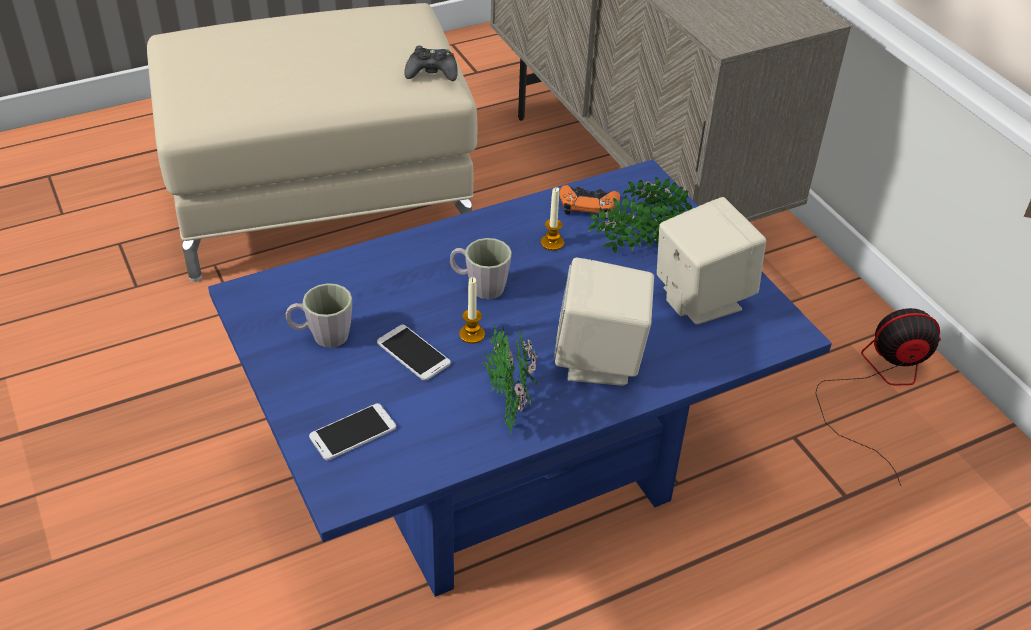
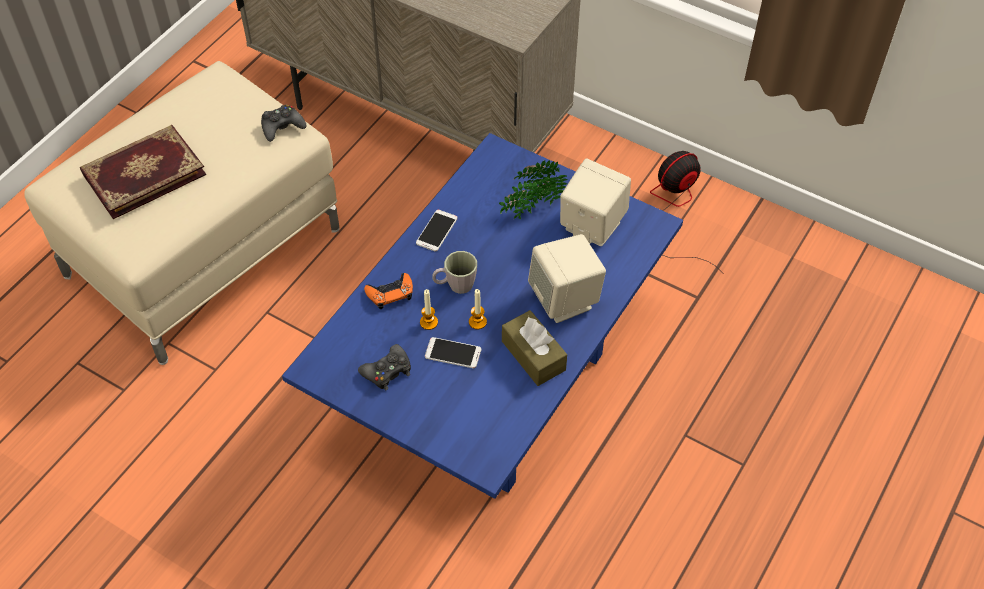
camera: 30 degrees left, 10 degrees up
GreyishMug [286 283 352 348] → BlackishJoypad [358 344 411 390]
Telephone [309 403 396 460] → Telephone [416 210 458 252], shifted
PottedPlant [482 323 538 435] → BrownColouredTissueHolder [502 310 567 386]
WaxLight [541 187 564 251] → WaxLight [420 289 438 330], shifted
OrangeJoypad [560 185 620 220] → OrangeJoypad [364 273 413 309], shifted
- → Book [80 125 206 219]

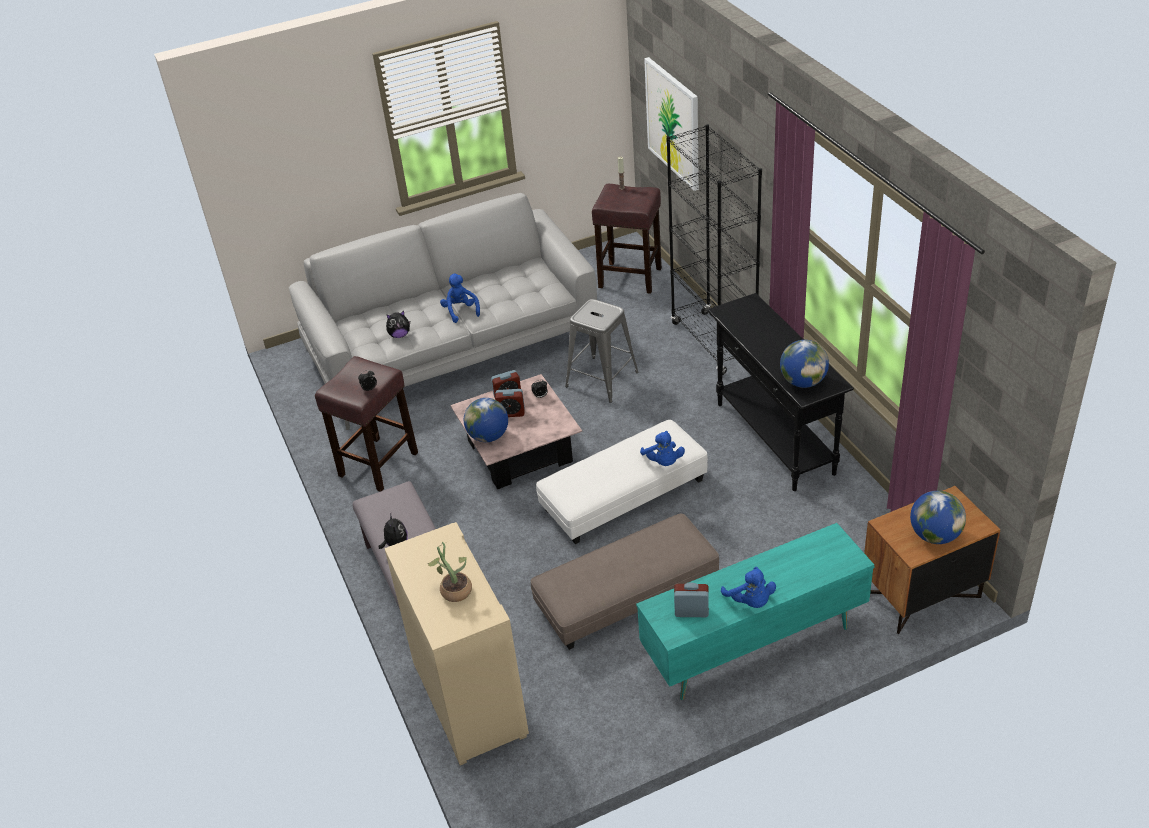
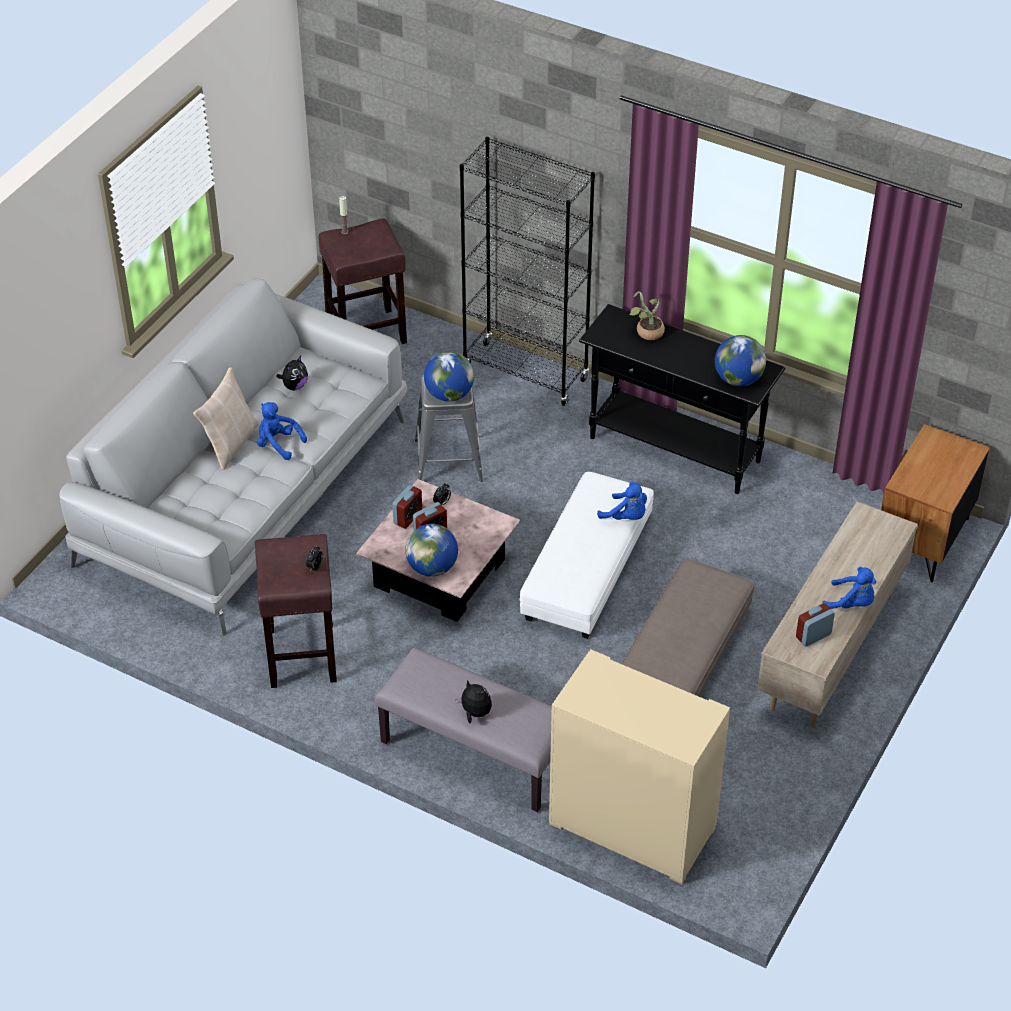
camera: 40 degrees left, 5 degrees up
CuddlyToy [386 311 410 338] → CuddlyToy [276 356 308 390], shifted
PottedPlant [428 542 472 602] → PottedPlant [629 291 665 340], shifted
TurquoiseColouredMediaConsole [636 523 875 700] → BeigeMediaConsole [757 501 918 728]
Picture [644 57 699 191] → -
Globe [910 491 966 544] → Globe [424 351 474 402], shifted
- → BeigeCushion [193 368 259 470]

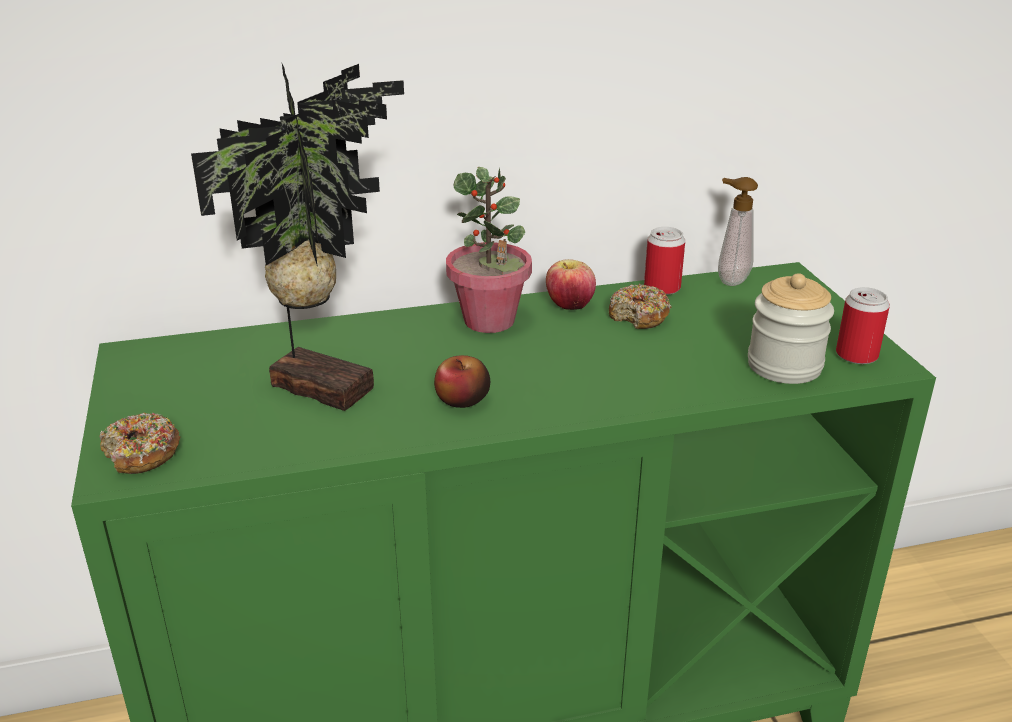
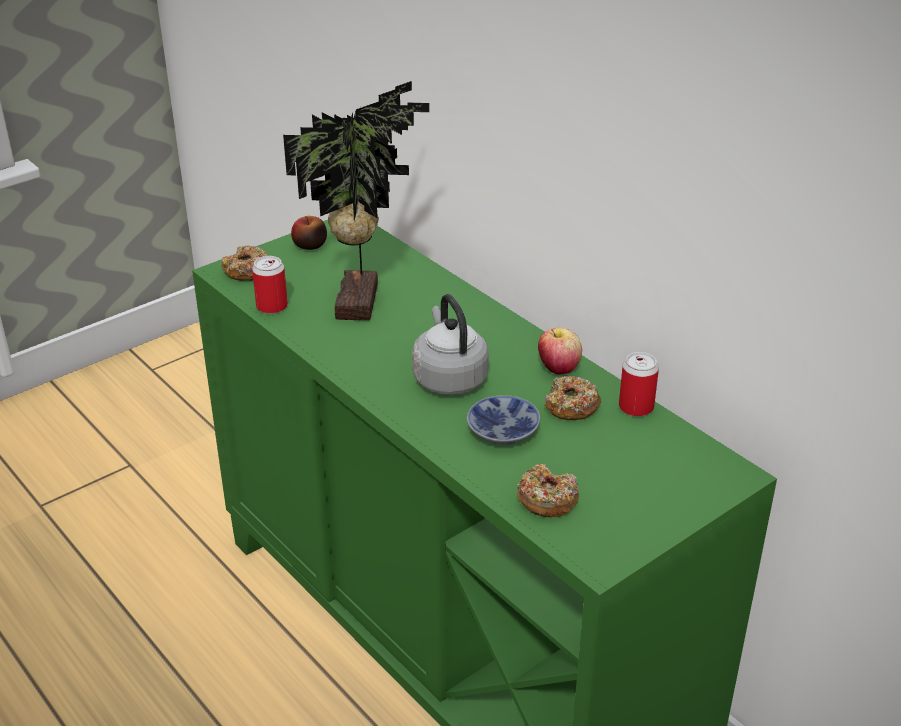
camera: 65 degrees right, 5 degrees up
WholeApple [434 355 490 408] → WholeApple [291 216 327 250], shifted
PottedPlant [446 167 532 333] → -
SoapBottle [718 177 758 286] → -
PreserveJar [748 273 834 384] → RingDoughnut [517 464 579 518]
MetalCan [836 287 890 364] → MetalCan [252 256 288 314], shifted
- → GreyishTeaKettle [412 294 489 395]
- → ServingBowl [467 395 540 444]

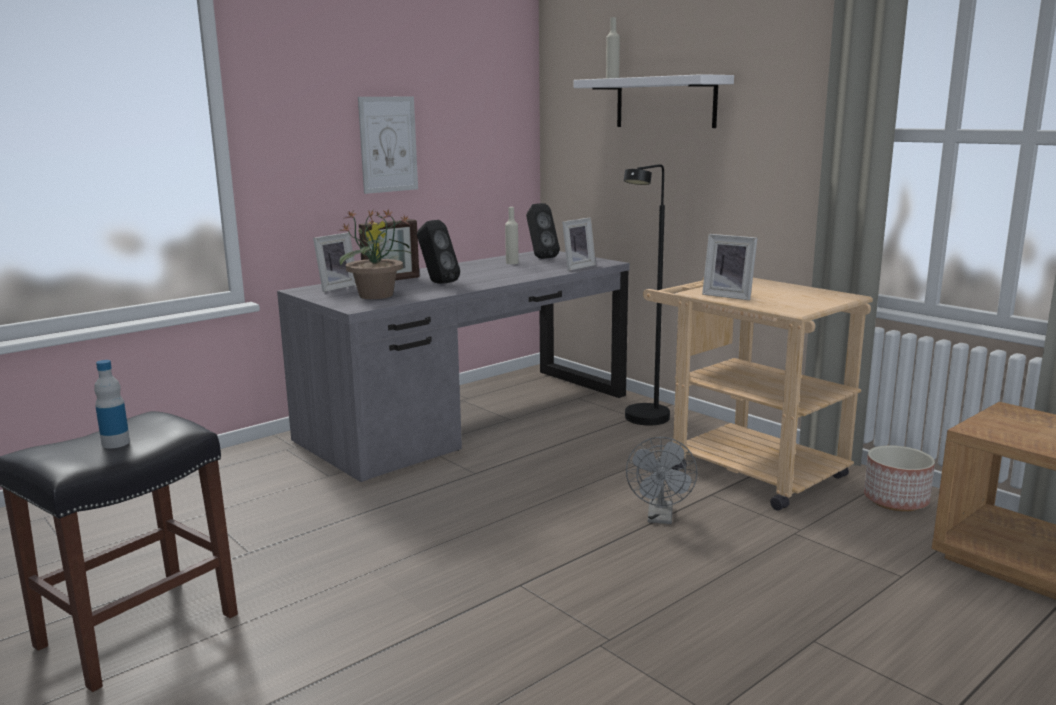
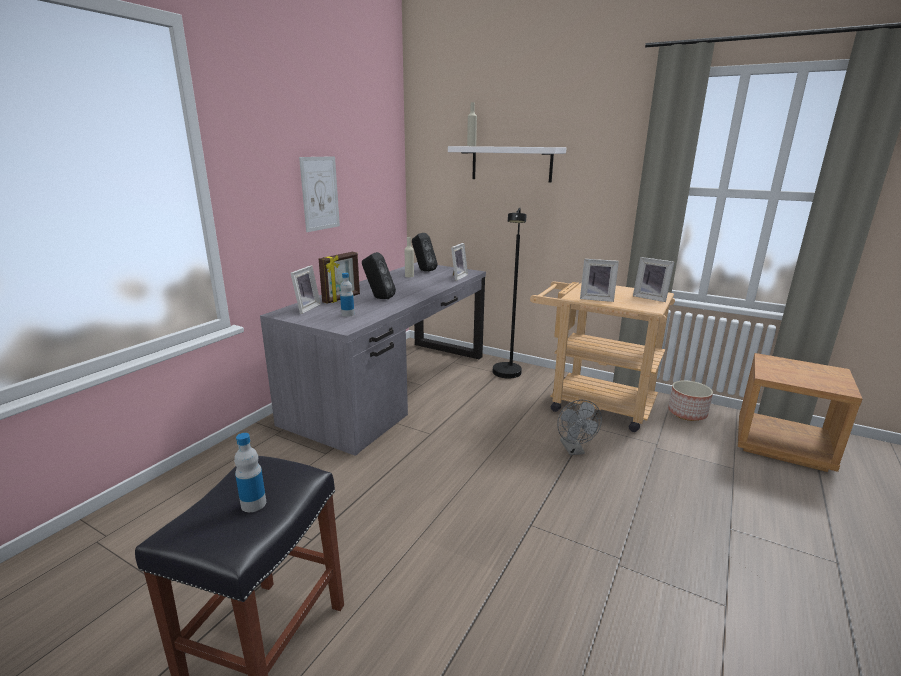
camera: 20 degrees left, 5 degrees up
PottedPlant [338 208 412 299] → DrinkBottle [340 273 354 317]
- → StandingFrame [633 257 674 302]

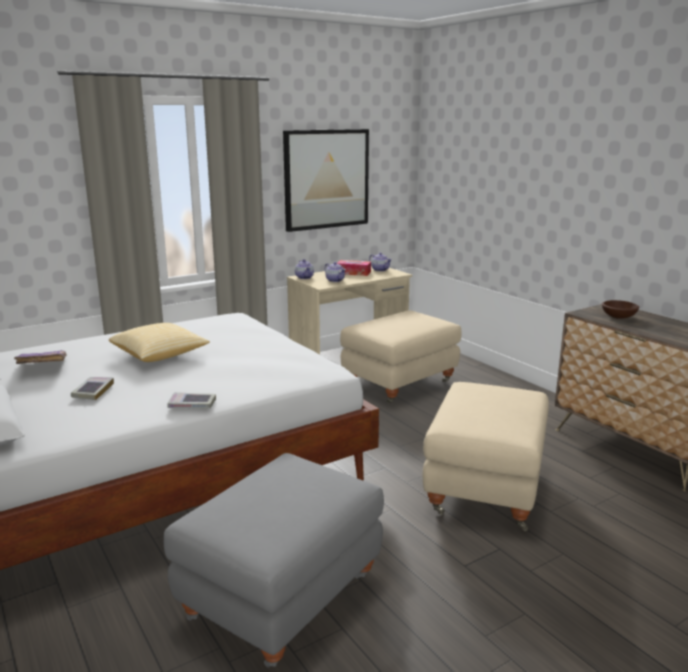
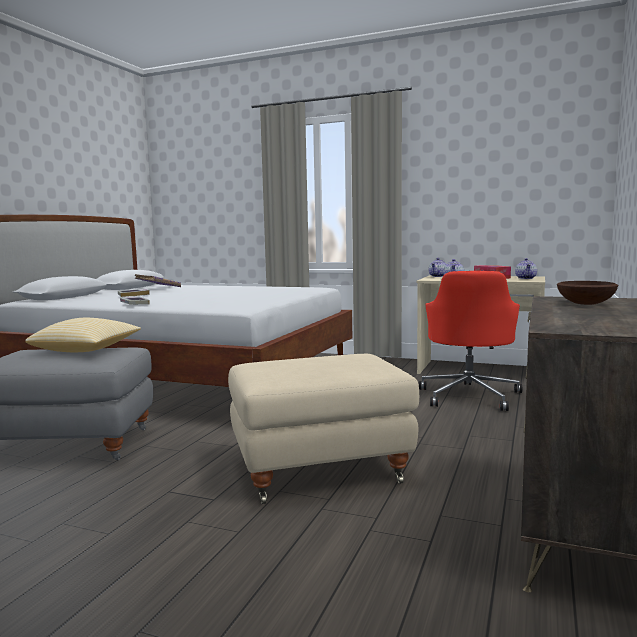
camera: 55 degrees right, 10 degrees down
Cushion [109 323 210 362] → Cushion [25 318 141 352], shifted
Picture [283 129 369 232] → -
BeigePouffe [340 310 462 404] → RedColouredOfficeChair [419 271 522 411]

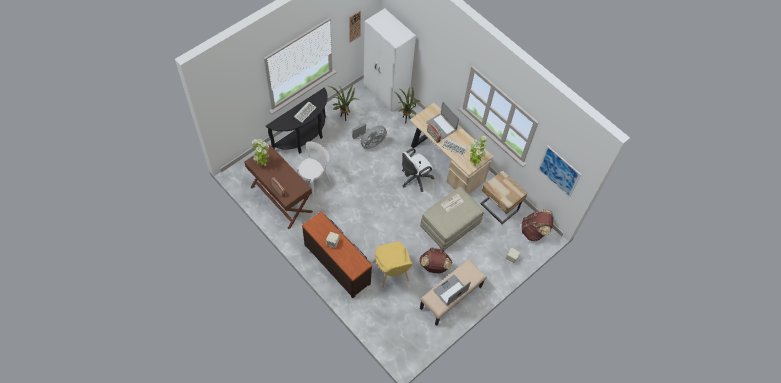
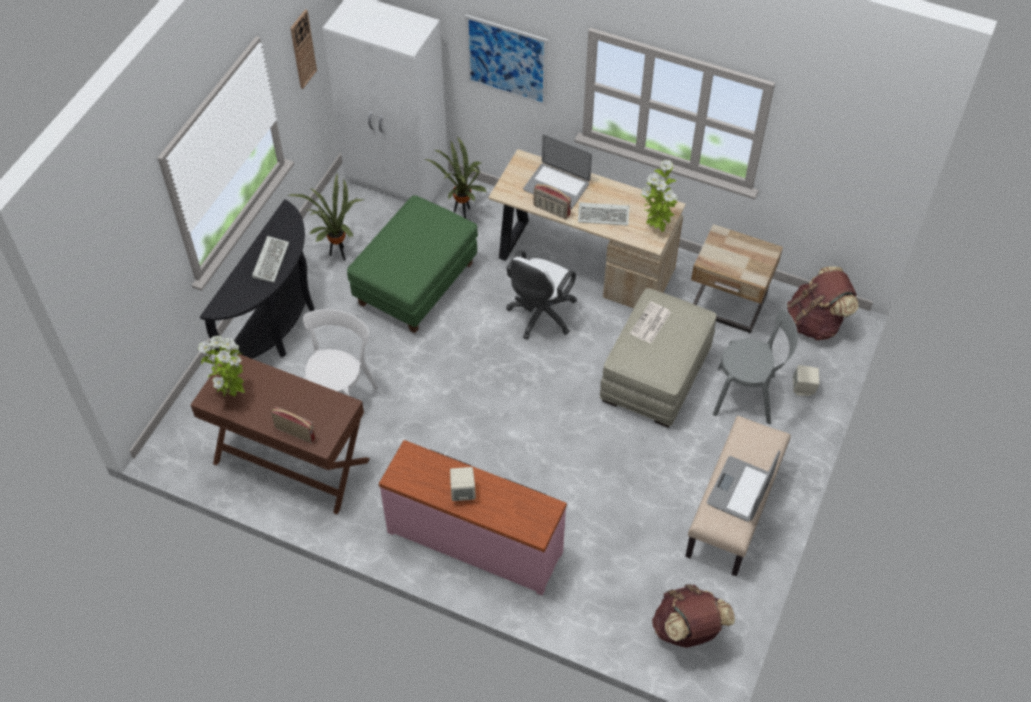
camera: 20 degrees left, 5 degrees down
BrownColouredDresser [302 212 372 298] → PinkColouredDresser [379 440 567 595]
GreyishFan [352 123 387 149] → GreenishPouffe [347 195 478 333]
YellowColouredChair [373 241 413 288] → -
BrownColouredRucksack [419 248 452 274] → BrownColouredRucksack [652 584 735 648], shifted
Picture [538 145 581 198] → Picture [465 15 548 106], shifted
- → GreyishChair [713 309 798 424]

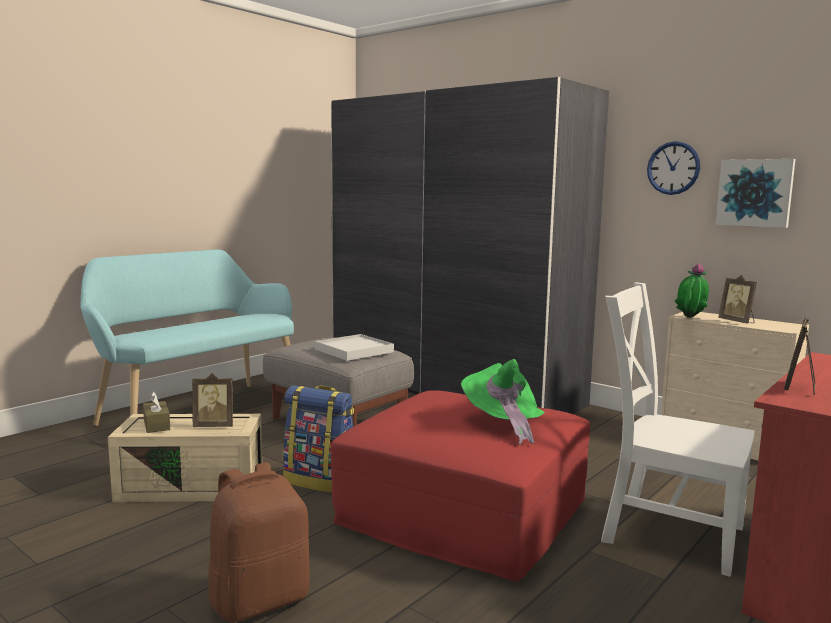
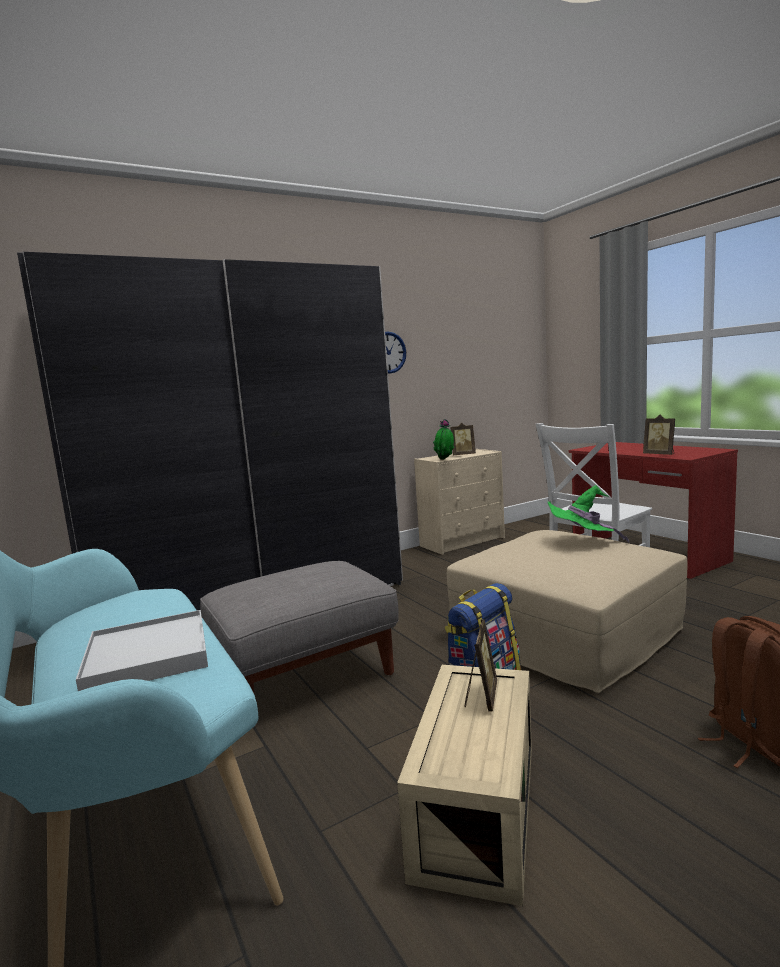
camera: 70 degrees left, 0 degrees up
BrownColouredTissueHolder [143 391 170 433] → -
WhitishCarryingTray [315 334 394 361] → WhitishCarryingTray [76 610 208 691], shifted
RedColouredPouffe [331 390 590 582] → BeigePouffe [447 530 687 693]
Picture [716 159 796 228] → -

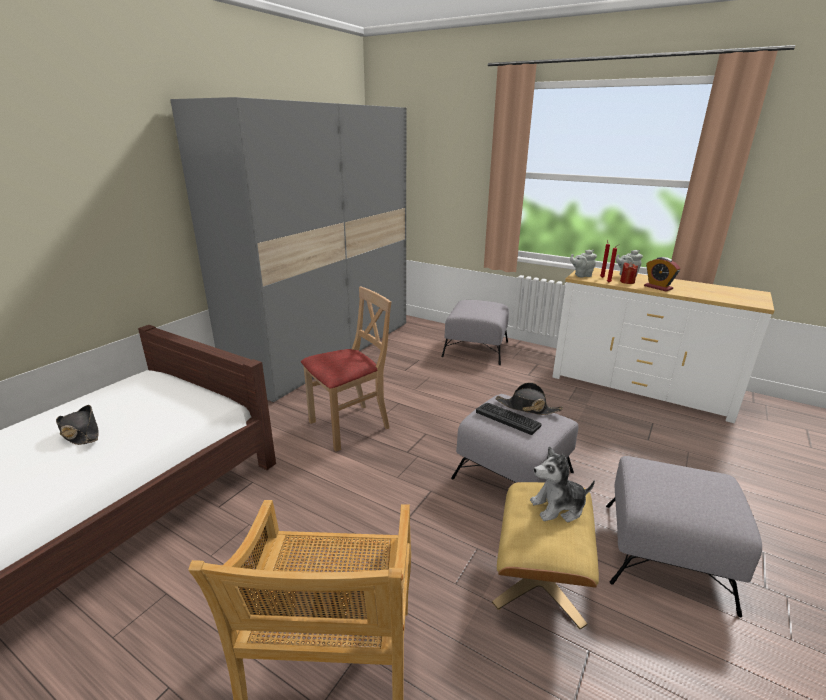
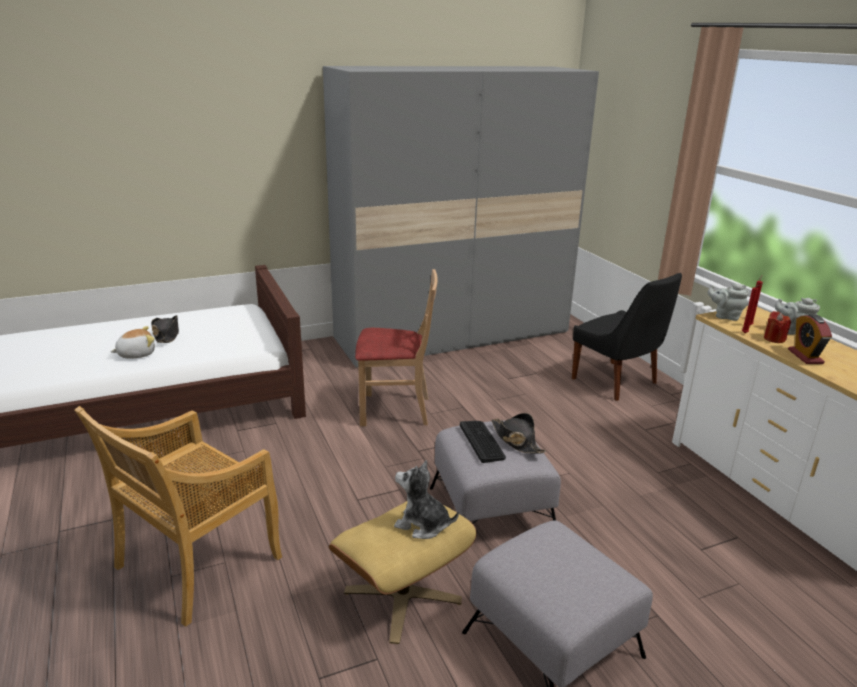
camera: 35 degrees right, 0 degrees up
GreyishPouffe [441 300 509 365] → BlackishChair [572 273 682 401]
- → CuddlyToy [110 326 155 359]

